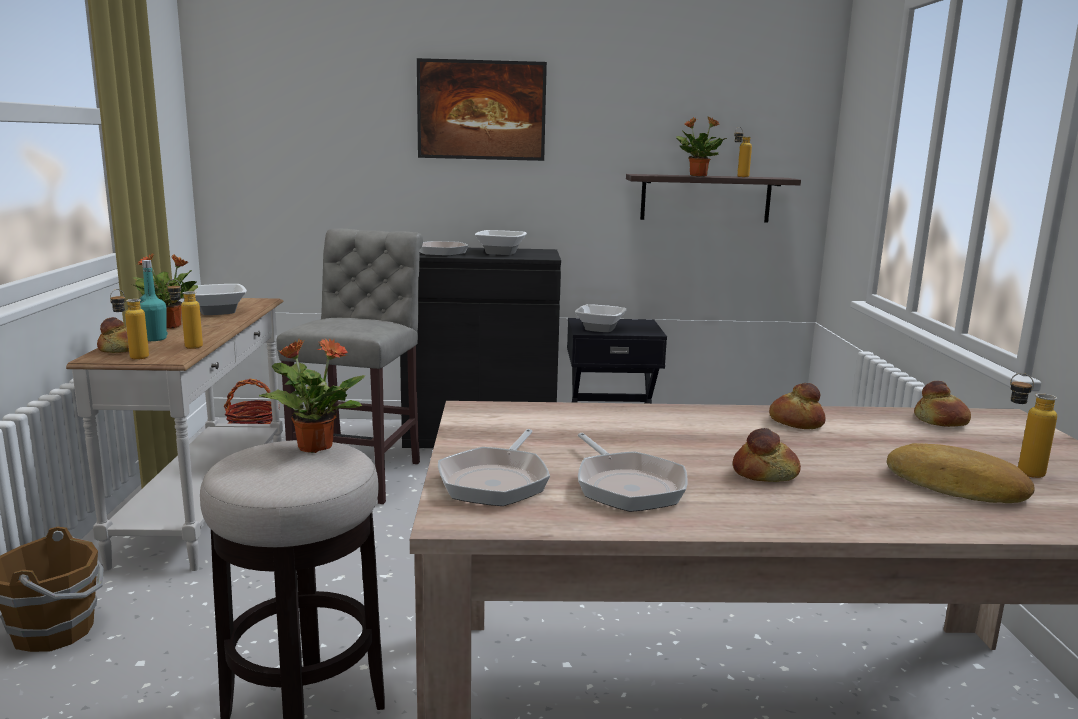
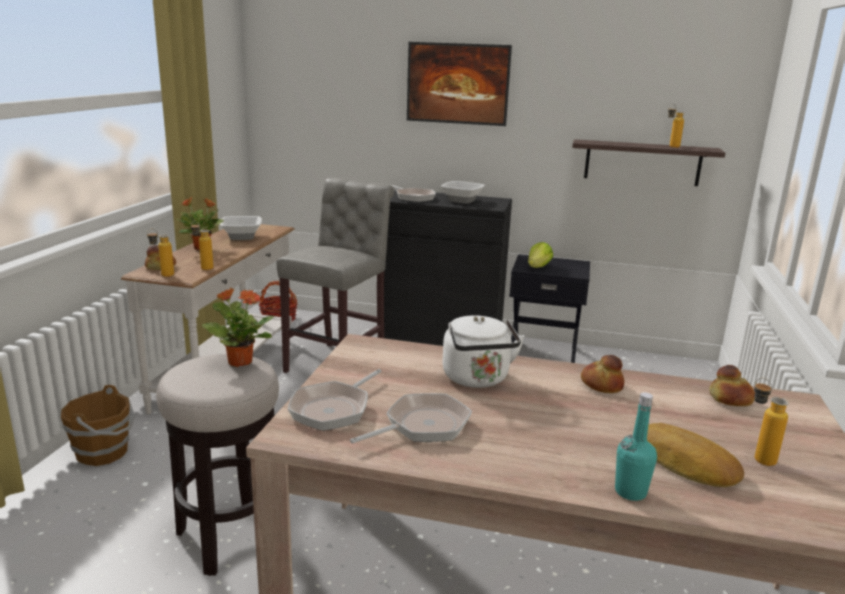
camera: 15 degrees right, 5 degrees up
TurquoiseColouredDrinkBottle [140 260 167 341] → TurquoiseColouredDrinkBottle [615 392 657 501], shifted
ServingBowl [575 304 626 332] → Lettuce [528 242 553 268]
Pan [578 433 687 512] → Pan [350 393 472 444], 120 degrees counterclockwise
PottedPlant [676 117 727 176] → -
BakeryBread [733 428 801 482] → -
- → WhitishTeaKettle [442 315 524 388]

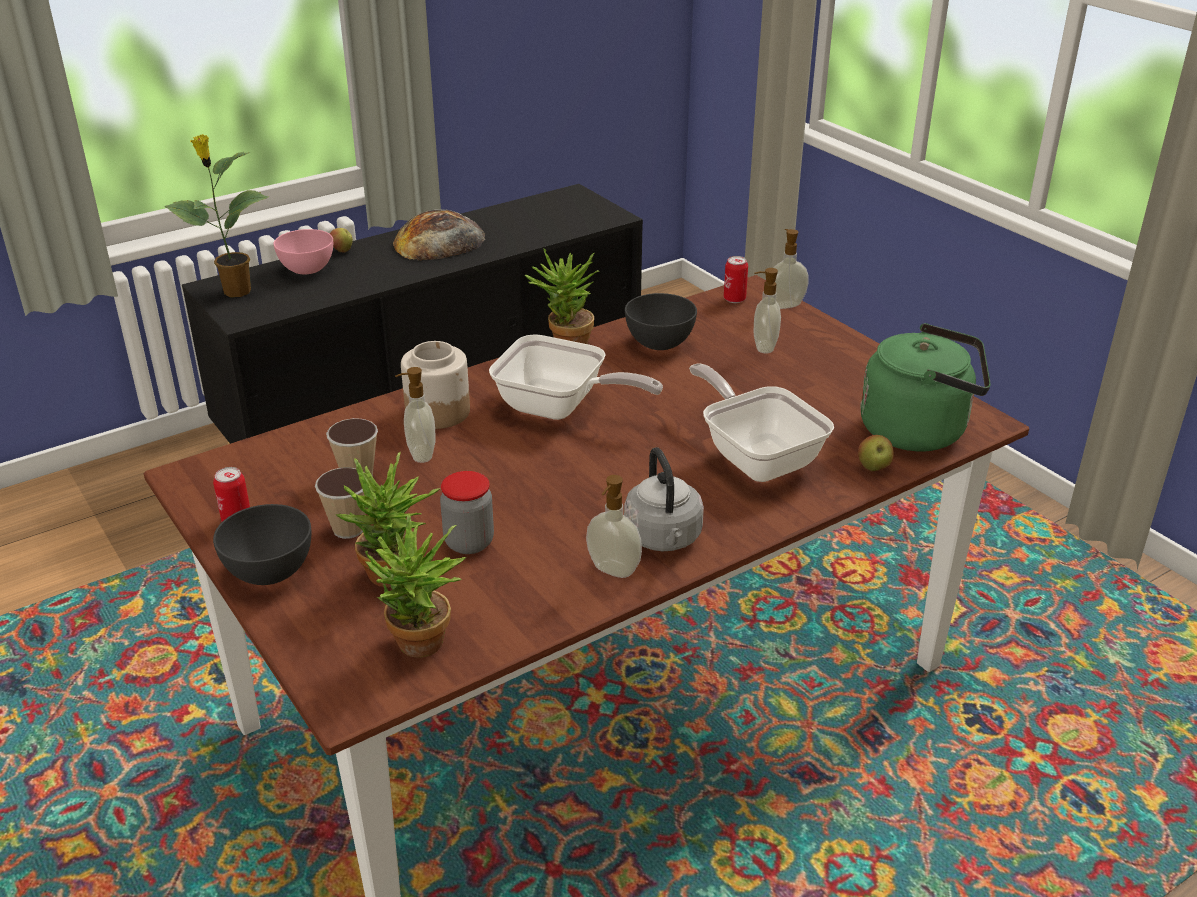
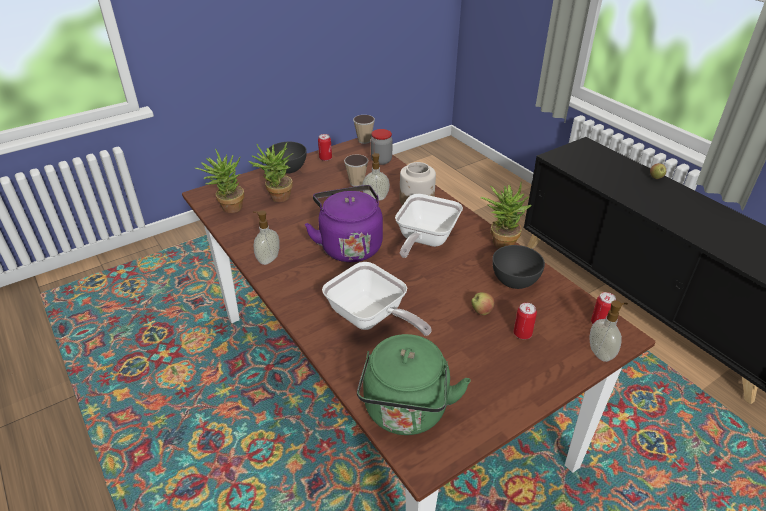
camera: 90 degrees right, 5 degrees up
PottedPlant [164 134 268 297] → -
PinkColouredServingBowl [273 229 333 274] → -
DrinkingCup [315 468 366 539] → DrinkingCup [353 115 375 144], shifted
BakeryBread [393 209 485 260] → -
PreserveJar [440 471 494 554] → PreserveJar [371 129 392 165], shifted
GreyishTeaKettle [624 447 704 551] → -
Pan [689 363 834 482] → Pan [322 262 432 336], 75 degrees clockwise
SoapBottle [754 268 781 353] → MetalCan [514 303 537 339]
WholeApple [858 435 894 471] → WholeApple [471 292 495 315], shifted
- → PurpleTeaKettle [304 185 383 262]

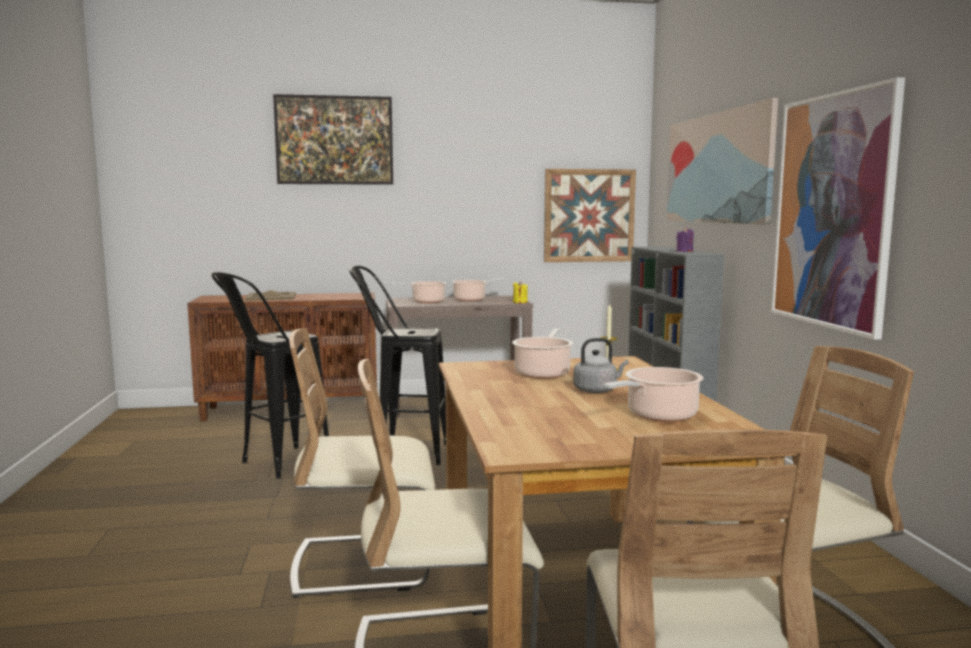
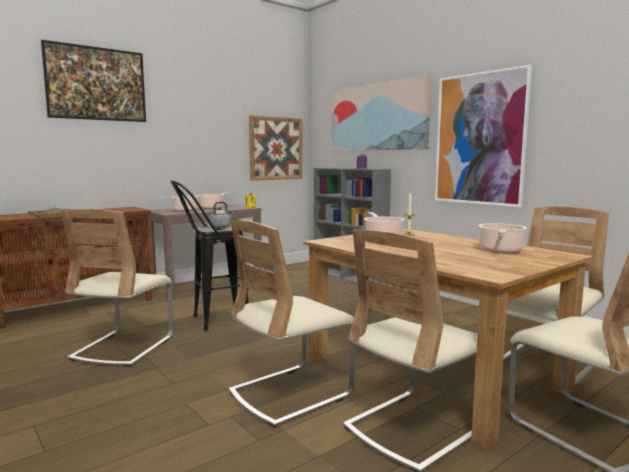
camera: 30 degrees left, 0 degrees up
BlackishStoolSeat [212 272 329 479] → BeigeChair [61 209 173 367]
GreyishTeaKettle [573 338 629 393] → GreyishTeaKettle [209 202 235 228], shifted

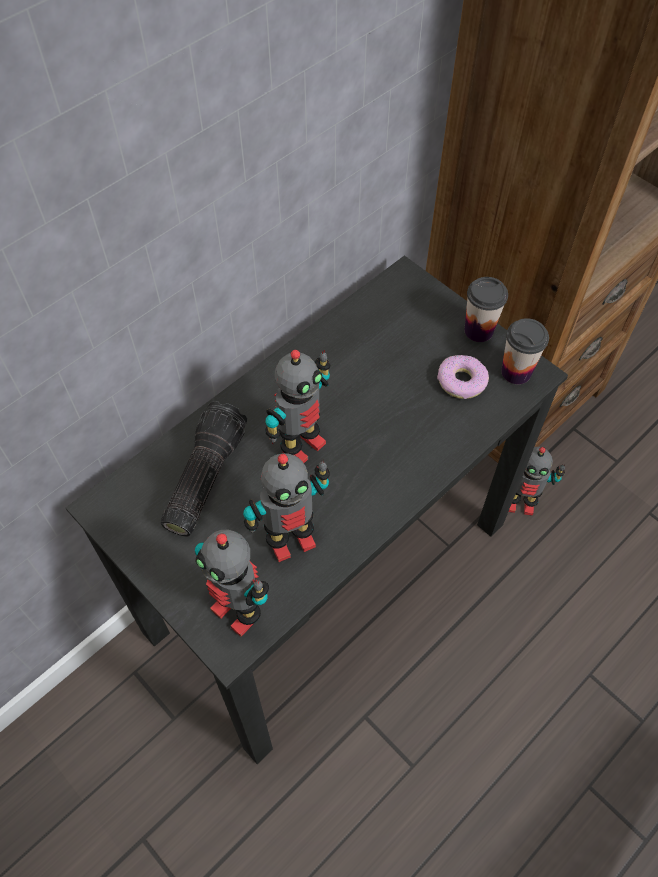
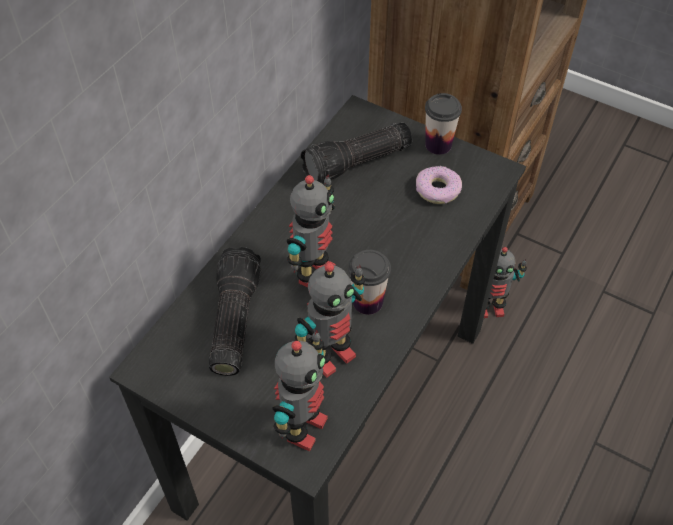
camera: 15 degrees left, 5 degrees down
ToyRobot [195 530 269 637] → ToyRobot [272 330 328 452], 90 degrees counterclockwise
DrinkingCup [501 318 549 384] → DrinkingCup [348 250 391 315], shifted
- → HandTorch [301 122 412 183]

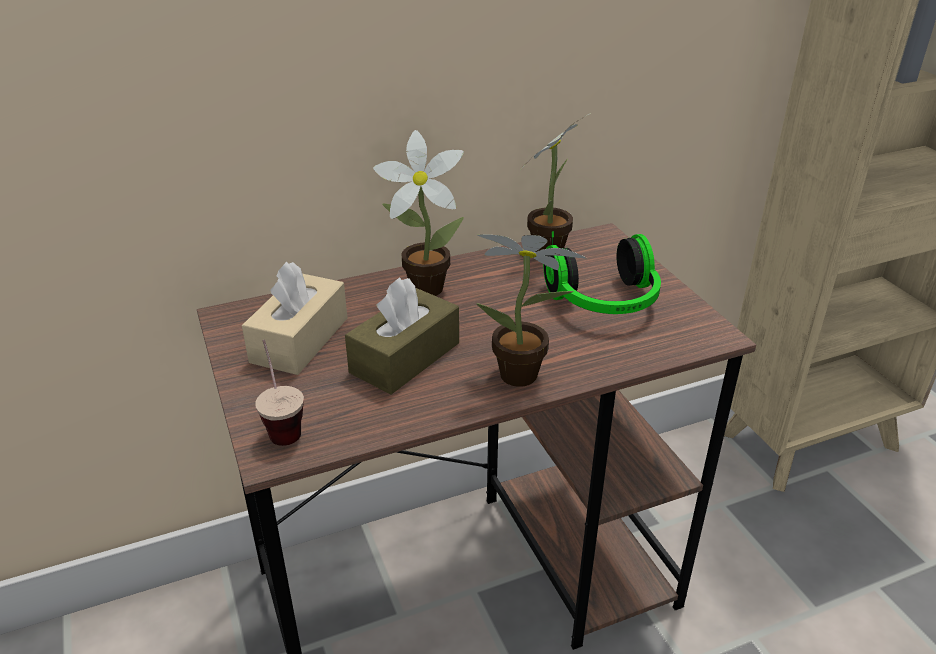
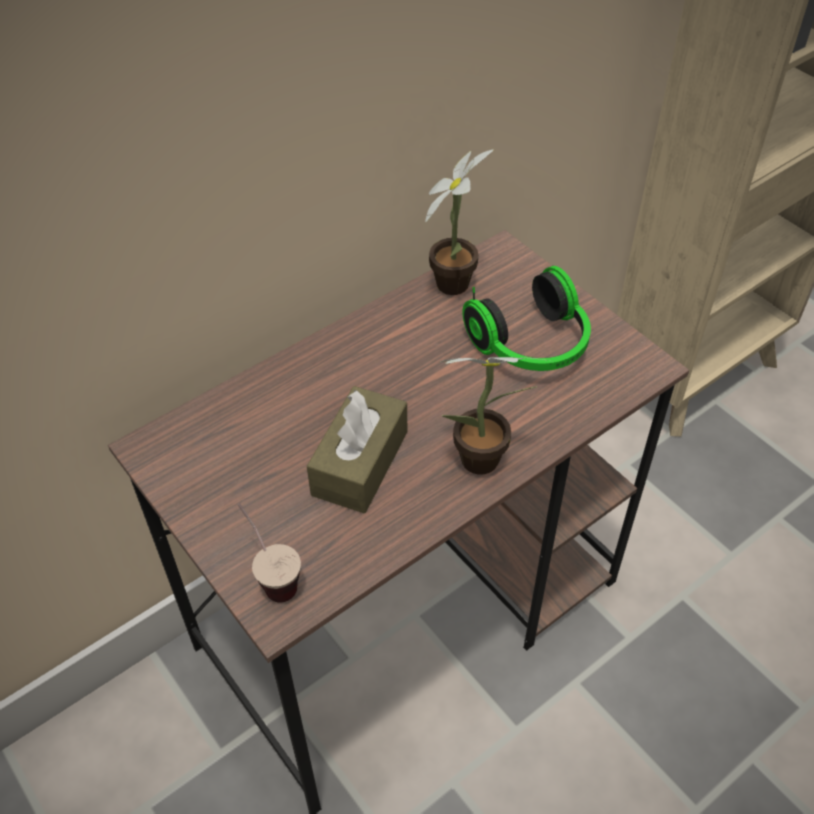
camera: 15 degrees left, 15 degrees up
BeigeTissueHolder [242 261 347 375] → -
PottedPlant [373 130 464 296] → -

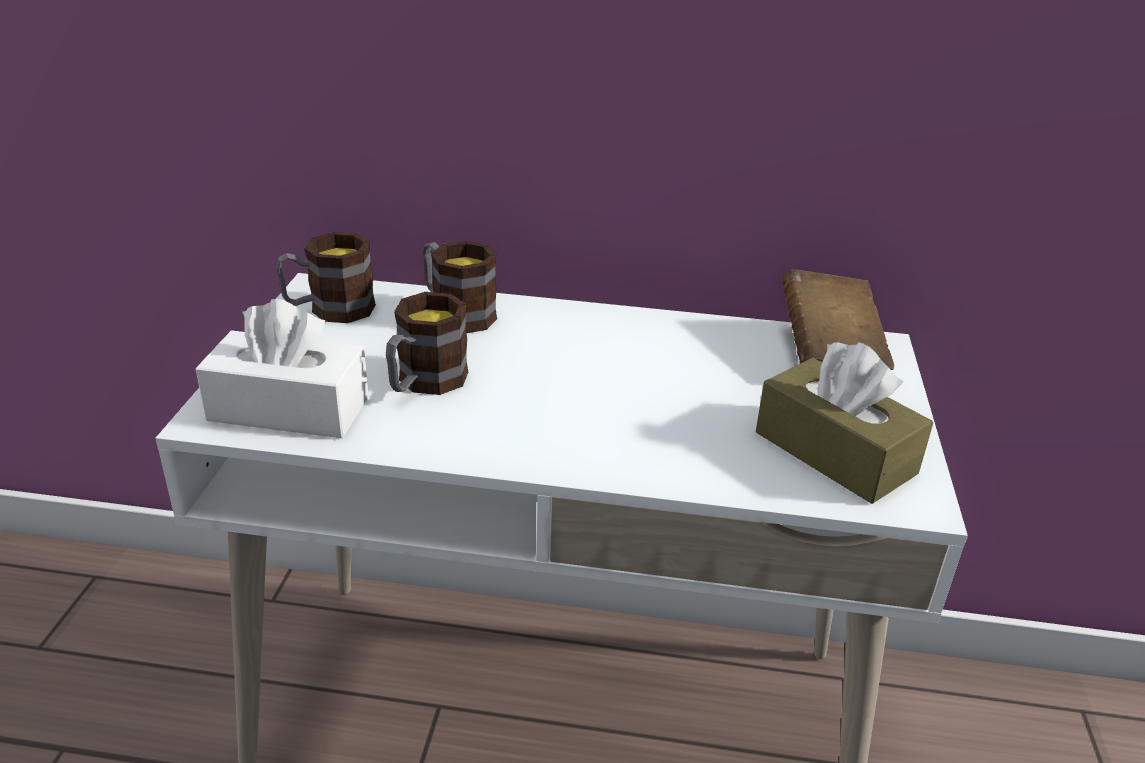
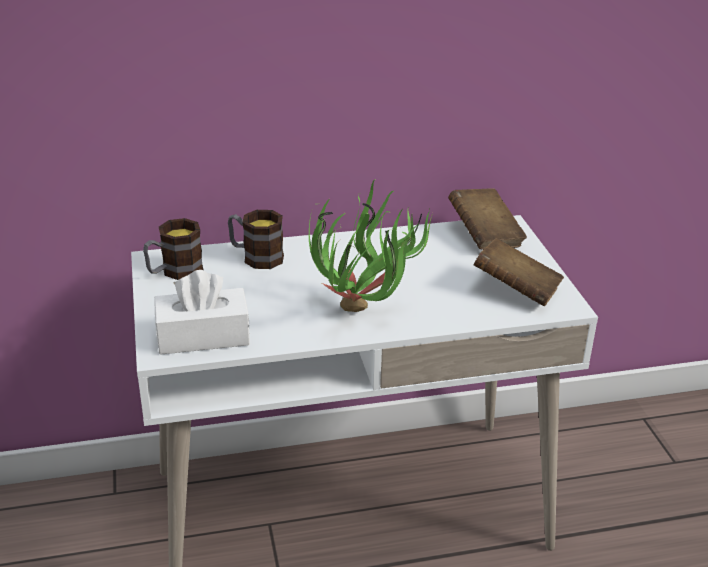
camera: 20 degrees left, 0 degrees up
Mug [386 292 468 395] → -
BrownColouredTissueHolder [756 342 933 504] → BrownColouredBook [474 238 564 306]
- → PottedPlant [309 179 433 312]

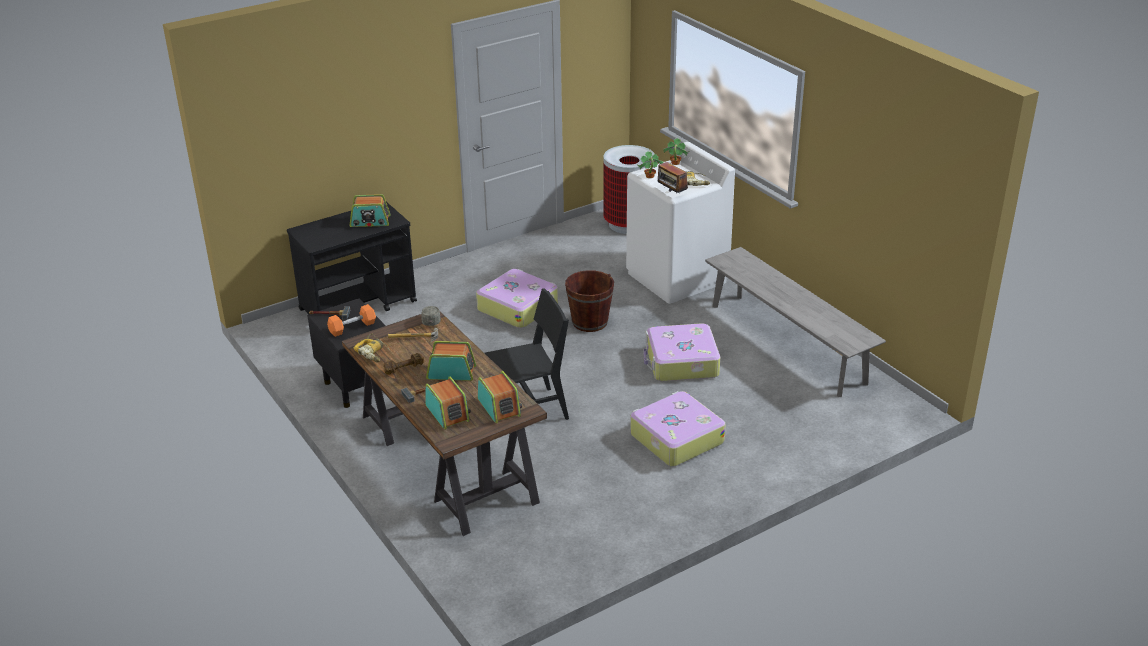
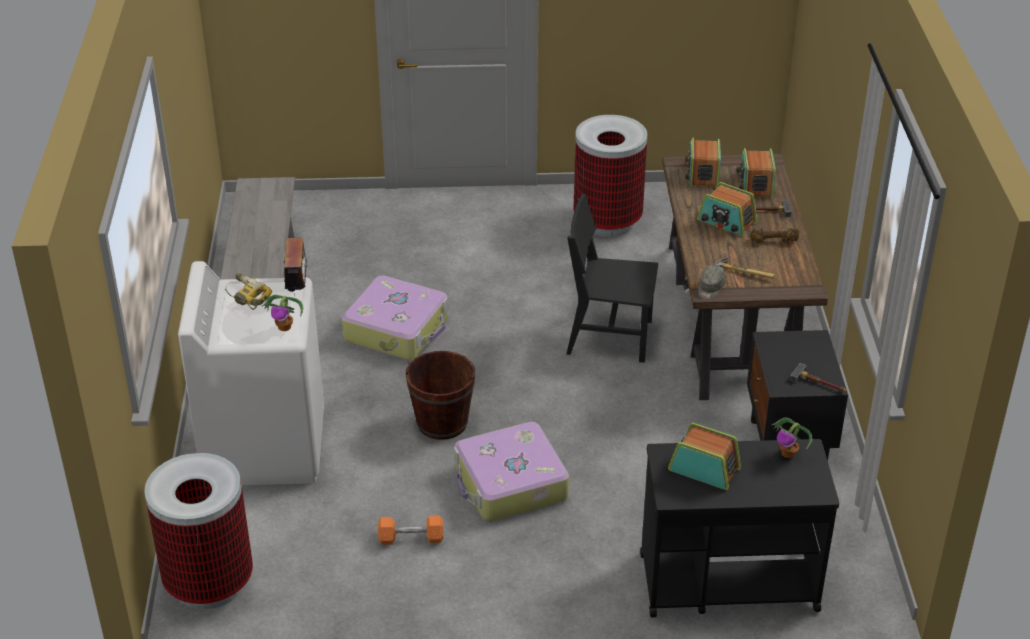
camera: 150 degrees left, 5 degrees up
OrangeDumbbell [327 304 376 337] → OrangeDumbbell [378 515 443 545], shifted
ElectricDrill [354 334 390 363] → -
TravelCase [630 391 725 467] → -
PottedPlant [663 138 689 165] → PottedPlant [772 418 812 458], shifted
- → RubbishBin [574 115 647 237]

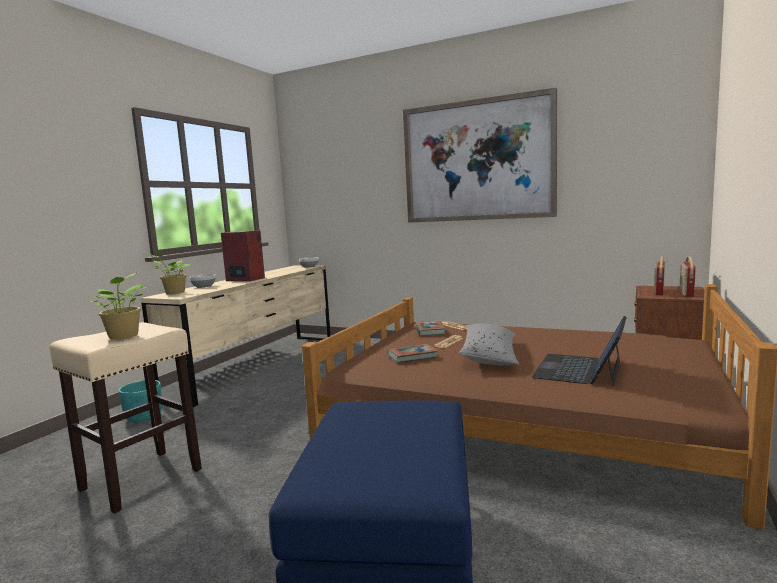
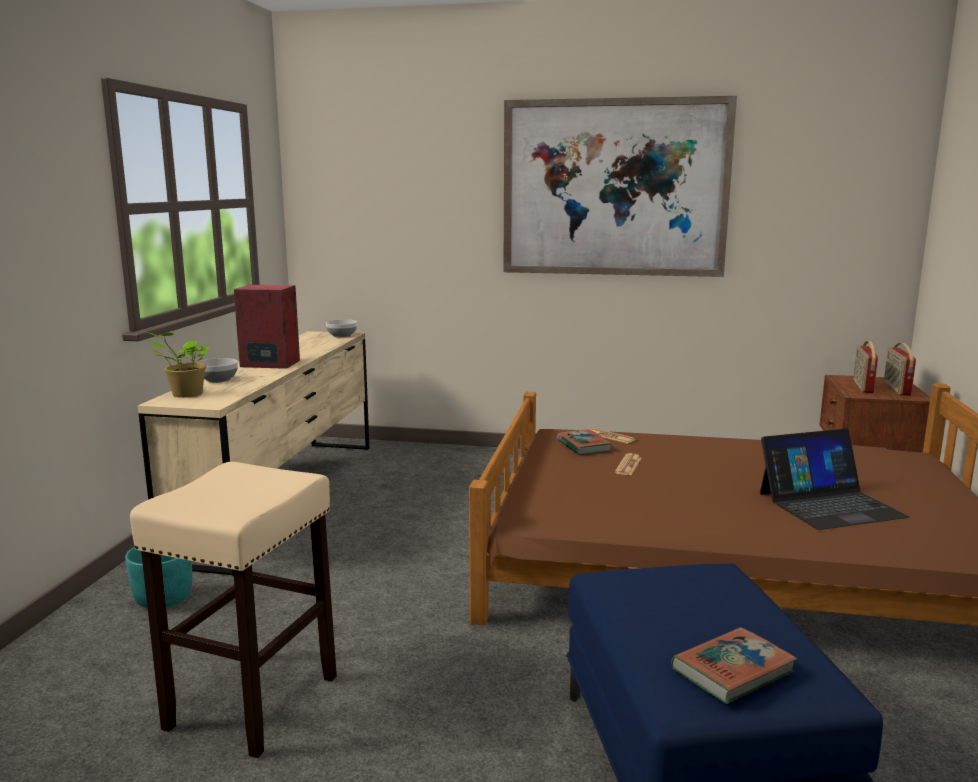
camera: 15 degrees left, 5 degrees up
PottedPlant [90 273 146 339] → -
Book [388 344 438 363] → Book [671 627 797 704], shifted
GreyishCushion [458 323 519 366] → -
PortableComputer [532 316 627 387] → PortableComputer [760 428 909 530], 120 degrees counterclockwise

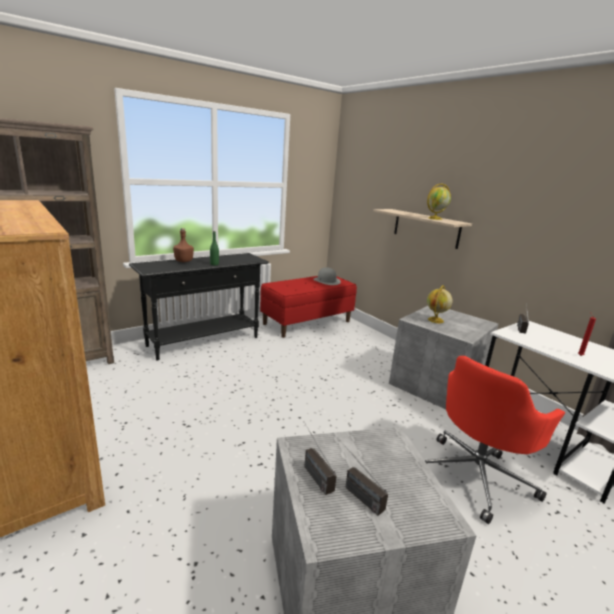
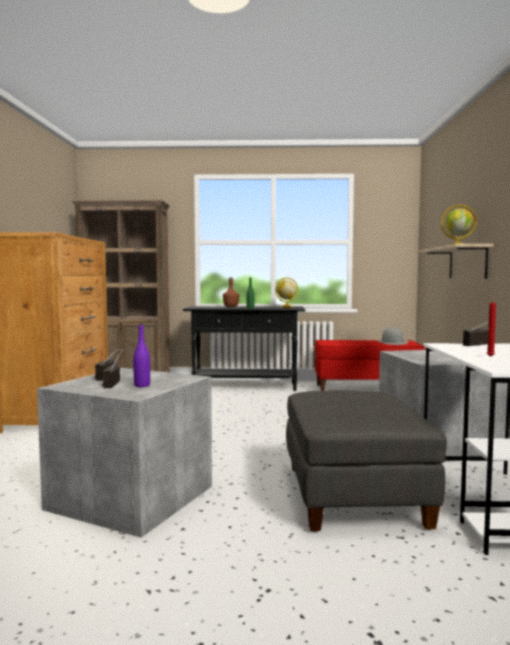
camera: 40 degrees right, 15 degrees down
RedColouredOfficeChair [425 356 565 524] → GreyishPouffe [286 390 447 532]
Globe [427 285 452 323] → Globe [275 277 298 307], shifted
- → PurpleDrinkBottle [133 324 150 387]

